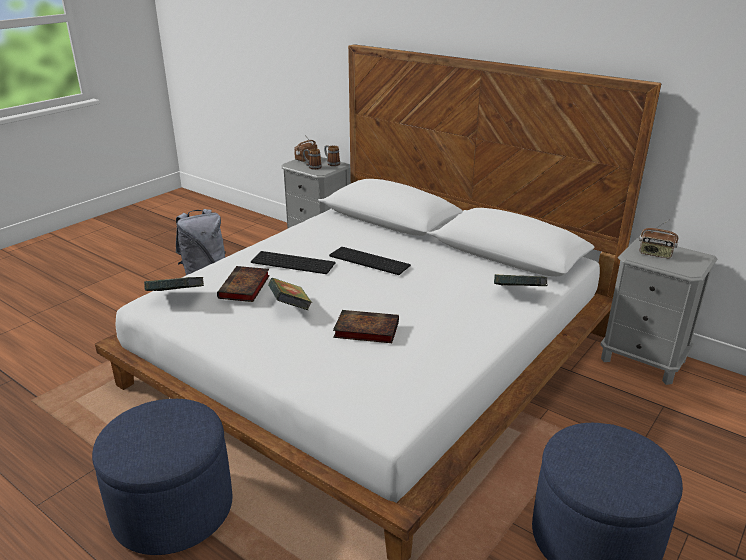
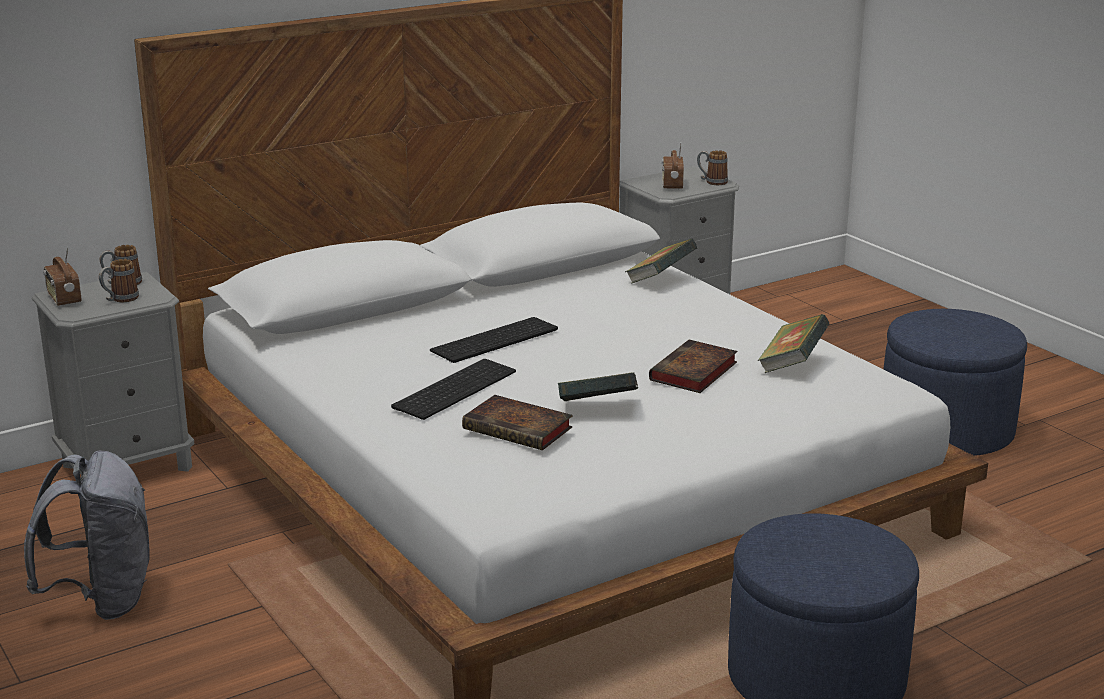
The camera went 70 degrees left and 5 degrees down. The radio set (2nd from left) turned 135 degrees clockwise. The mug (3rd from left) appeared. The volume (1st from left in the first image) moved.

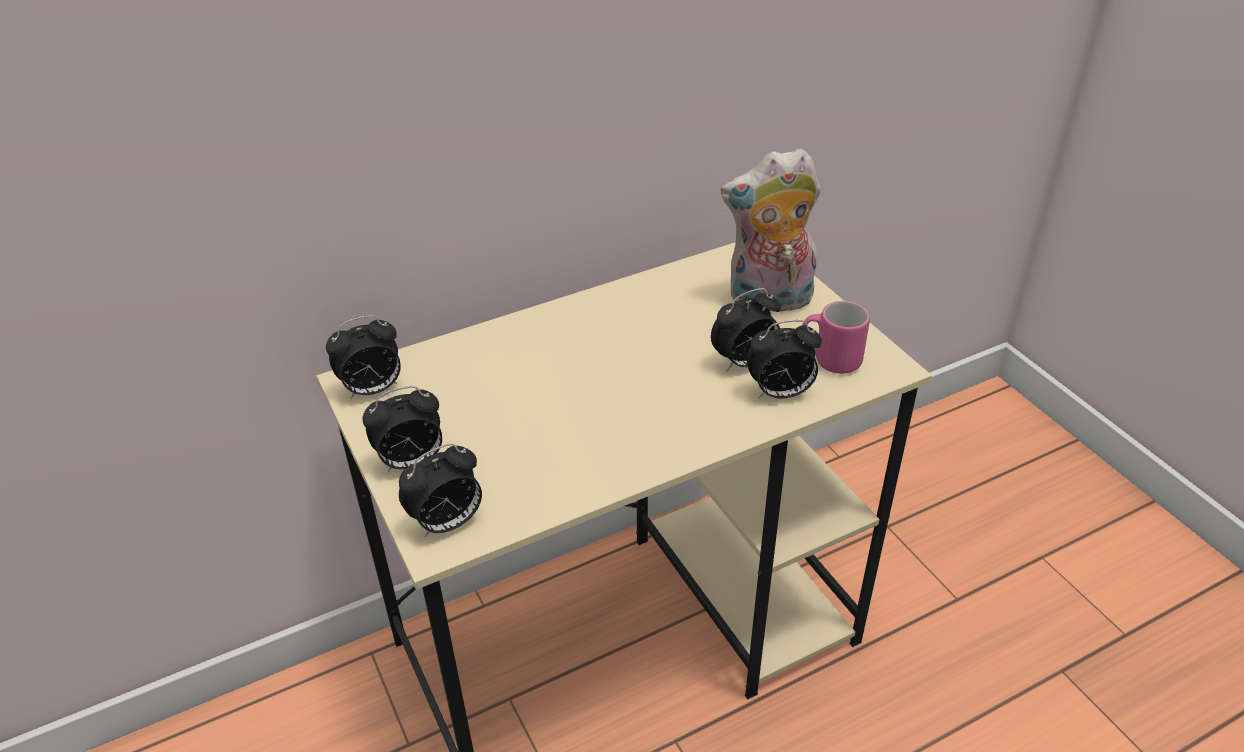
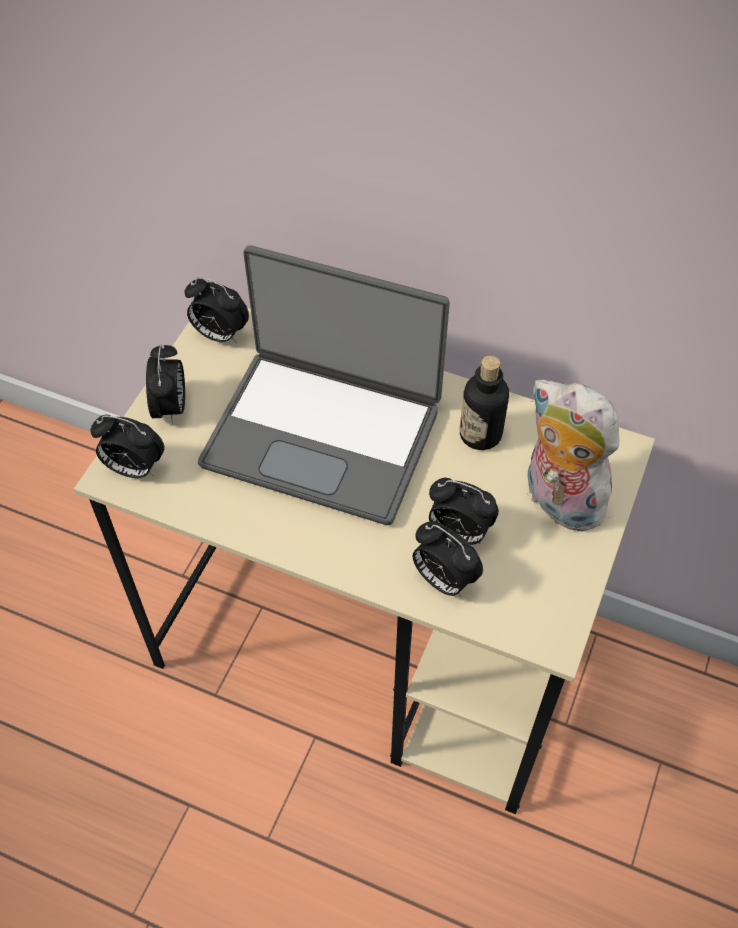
The camera went 50 degrees right and 15 degrees up. The alarm clock (2nd from left) turned 120 degrees counterclockwise. The portable computer appeared. The beverage bottle appeared. The pinkish mug disappeared.

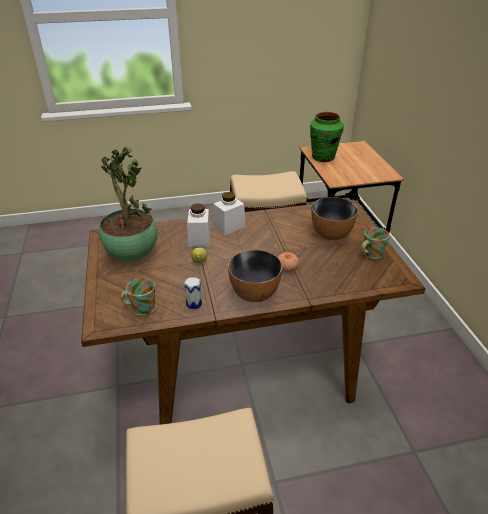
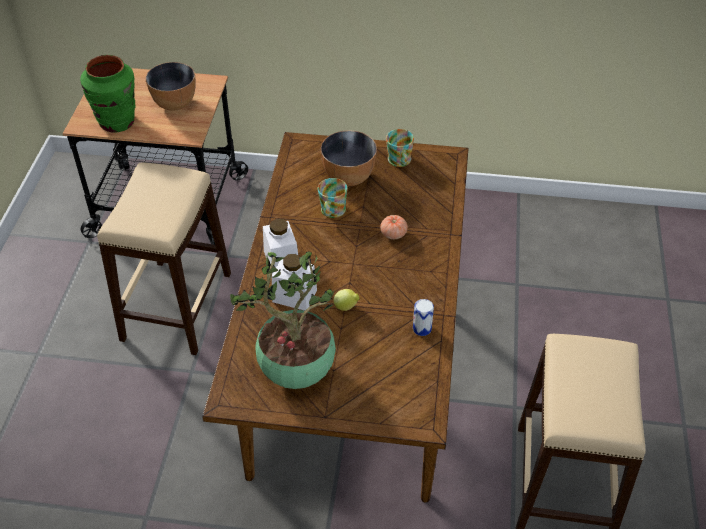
The camera went 70 degrees left and 10 degrees up. The deep dish (1st from left) moved. The mug (1st from left) moved.

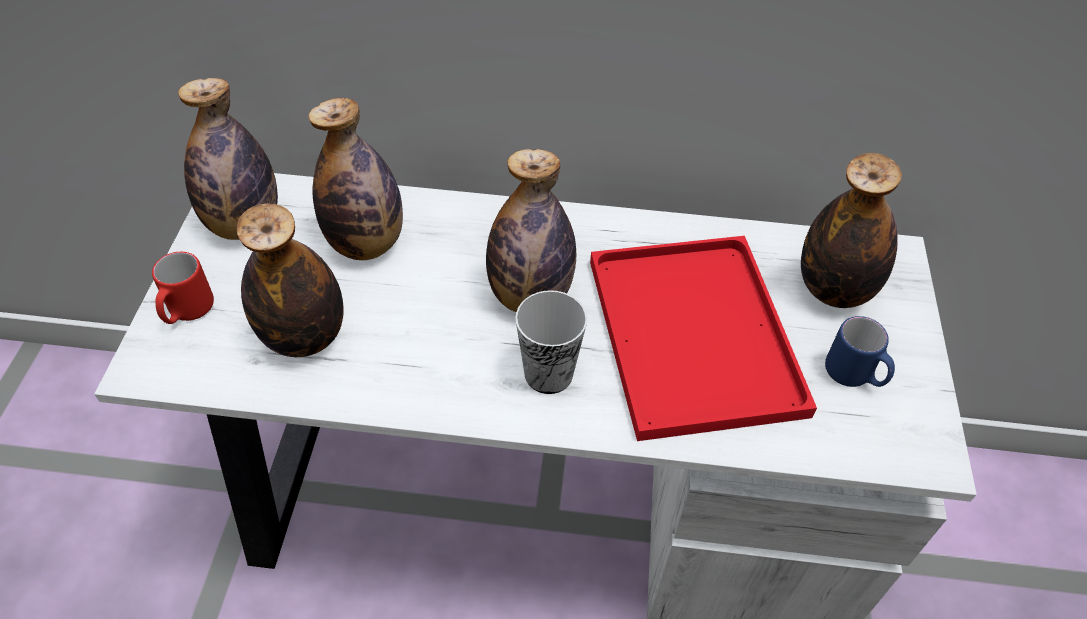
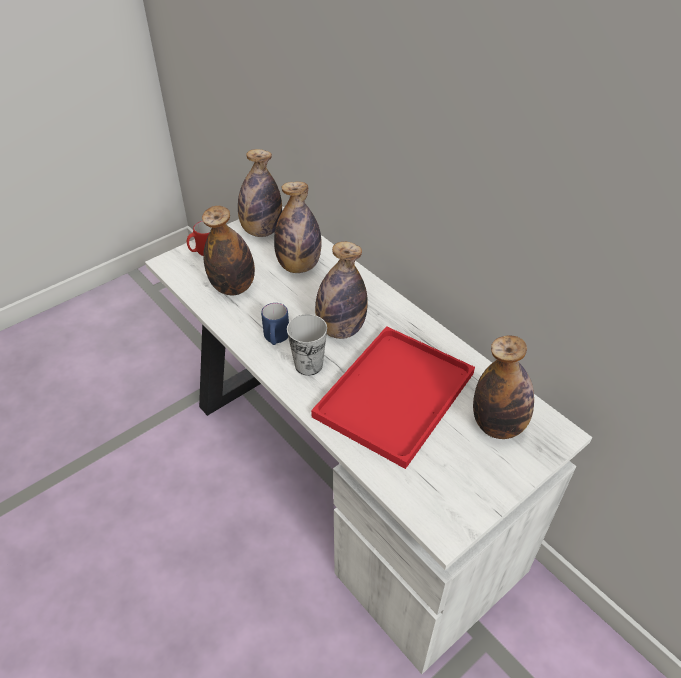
The camera went 45 degrees right and 5 degrees down. The bluish mug moved.

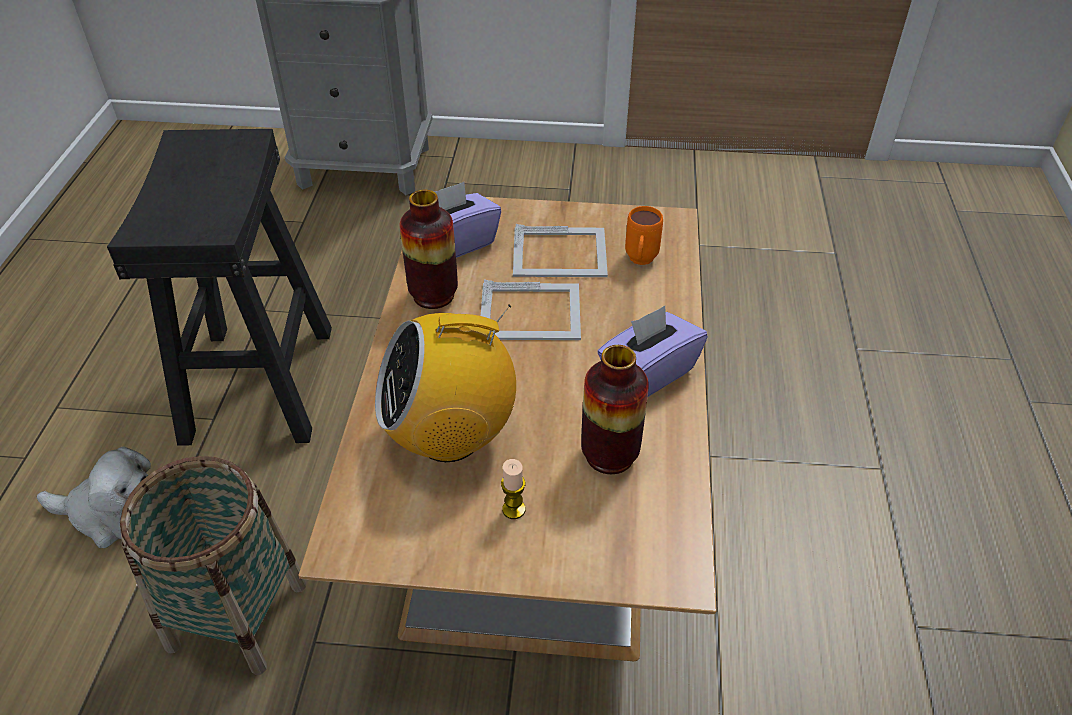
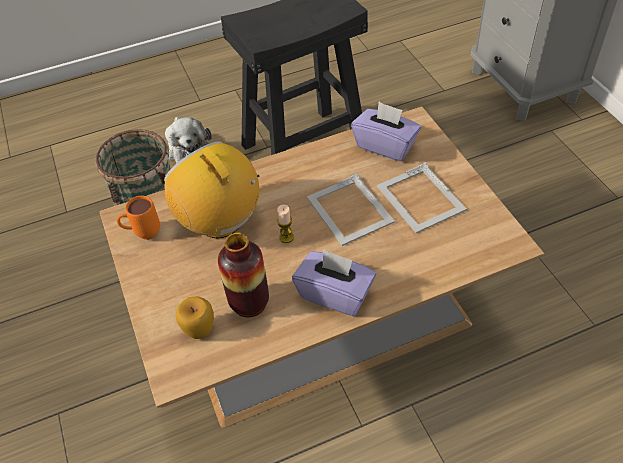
The camera went 65 degrees right and 5 degrees up. The orangey mug moved. The whole apple appeared. The candle moved. The vase (1st from left) disappeared.

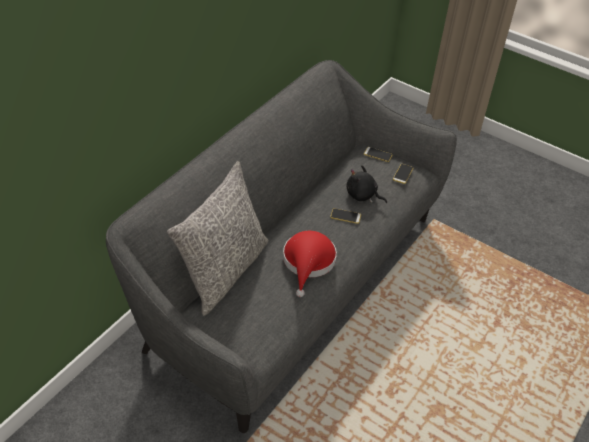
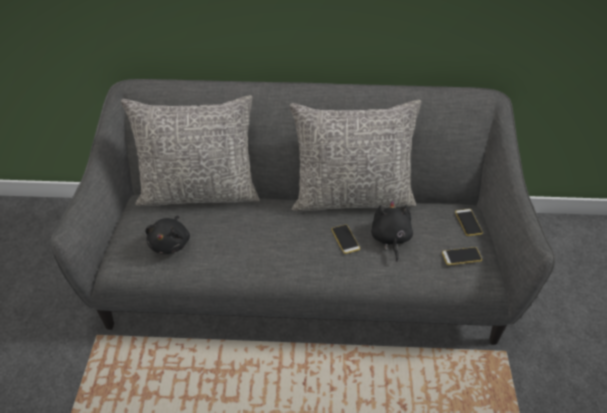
The camera went 60 degrees right and 0 degrees up. The black plush toy (1st from left) appeared. The greyish pillow (2nd from left) appeared. The red-coloured hat disappeared.

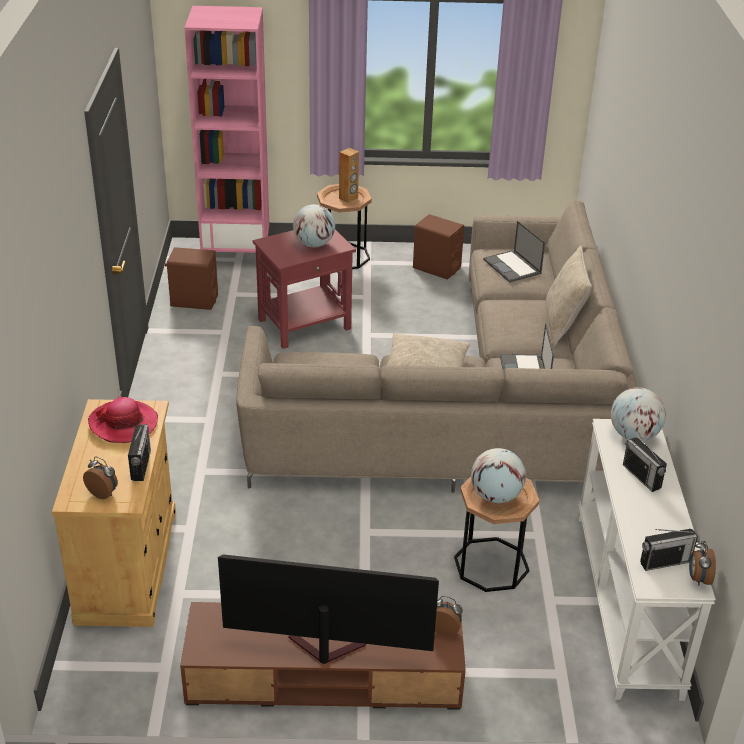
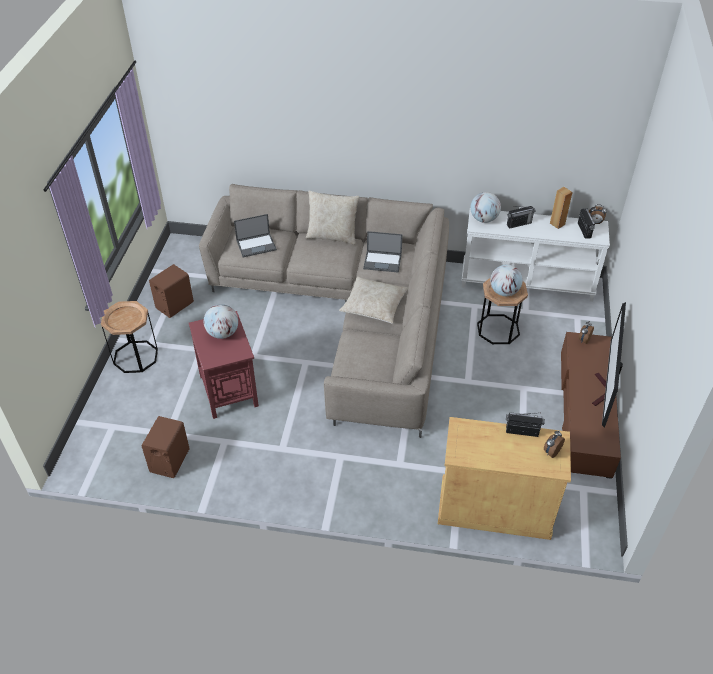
The camera went 80 degrees left and 10 degrees up. The brown speaker (2nd from left in the first image) moved. The hat disappeared. The pinkish bookcase disappeared.

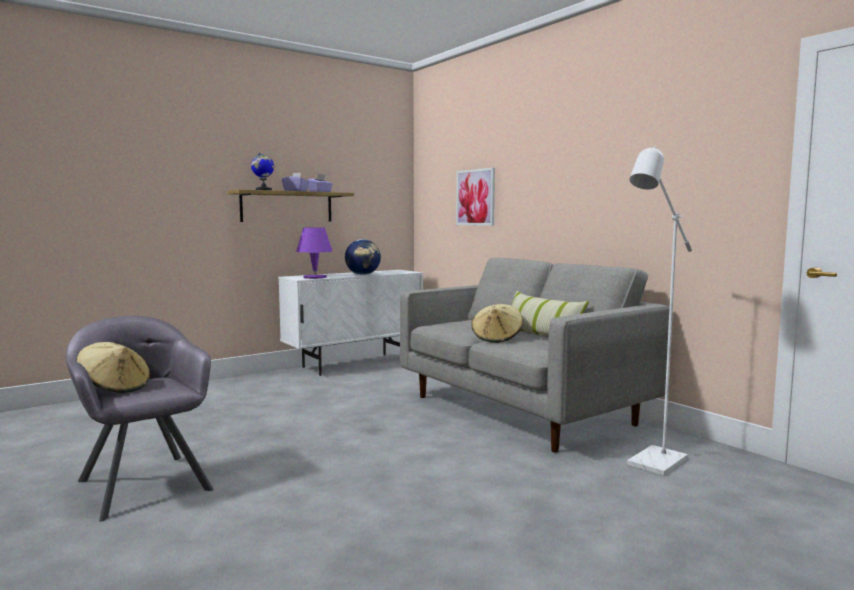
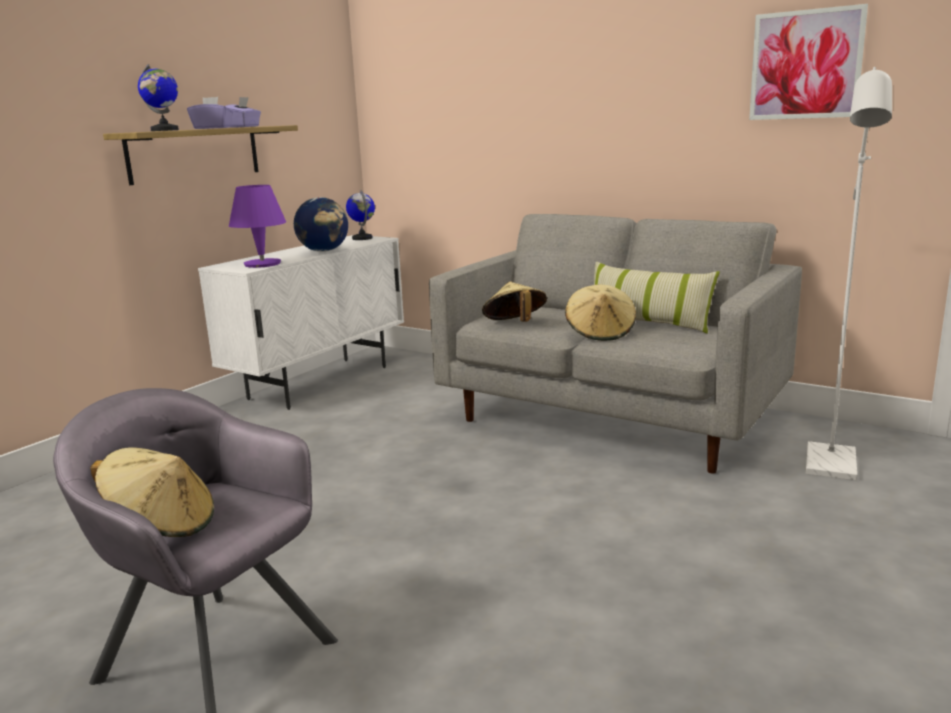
The camera went 20 degrees left and 10 degrees up. The desk globe (3rd from left) appeared. The beige hat (2nd from left) appeared. The wall picture moved.

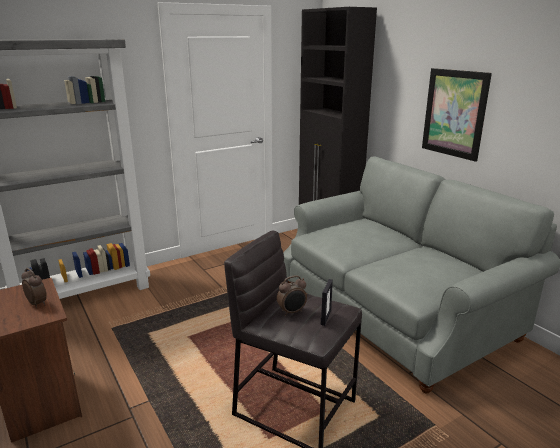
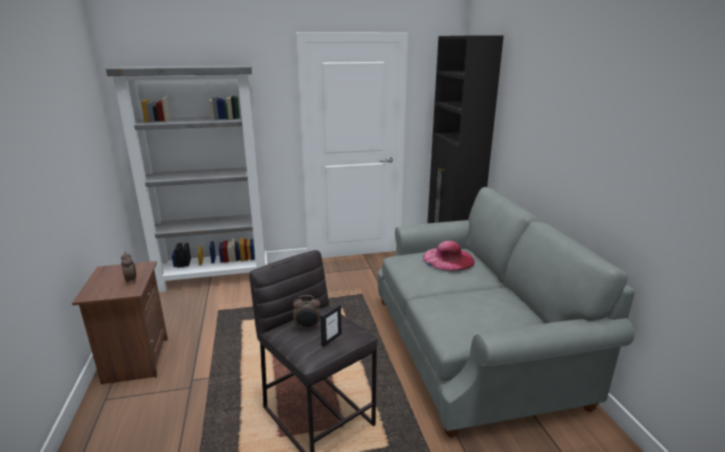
The camera went 20 degrees right and 0 degrees up. The pinkish hat appeared. The wall picture disappeared.

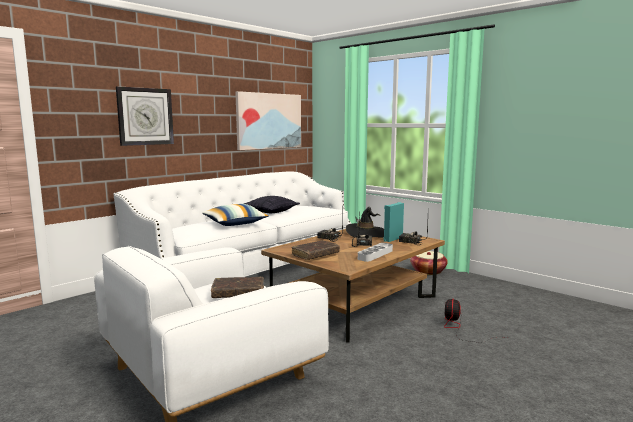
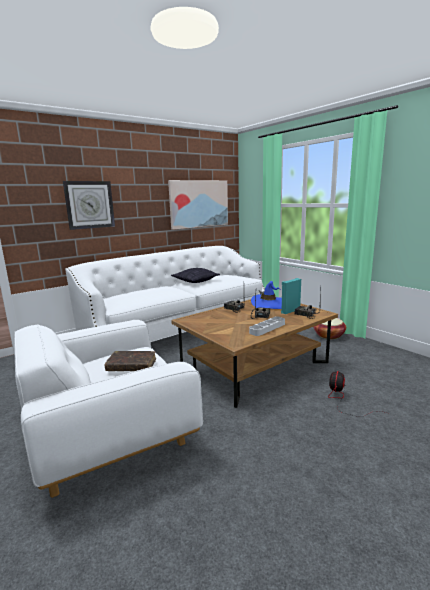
The camera went 10 degrees right and 5 degrees up. The black hat became the bluish hat. The pillow (1st from left) disappeared. The brown volume (2nd from left) disappeared.

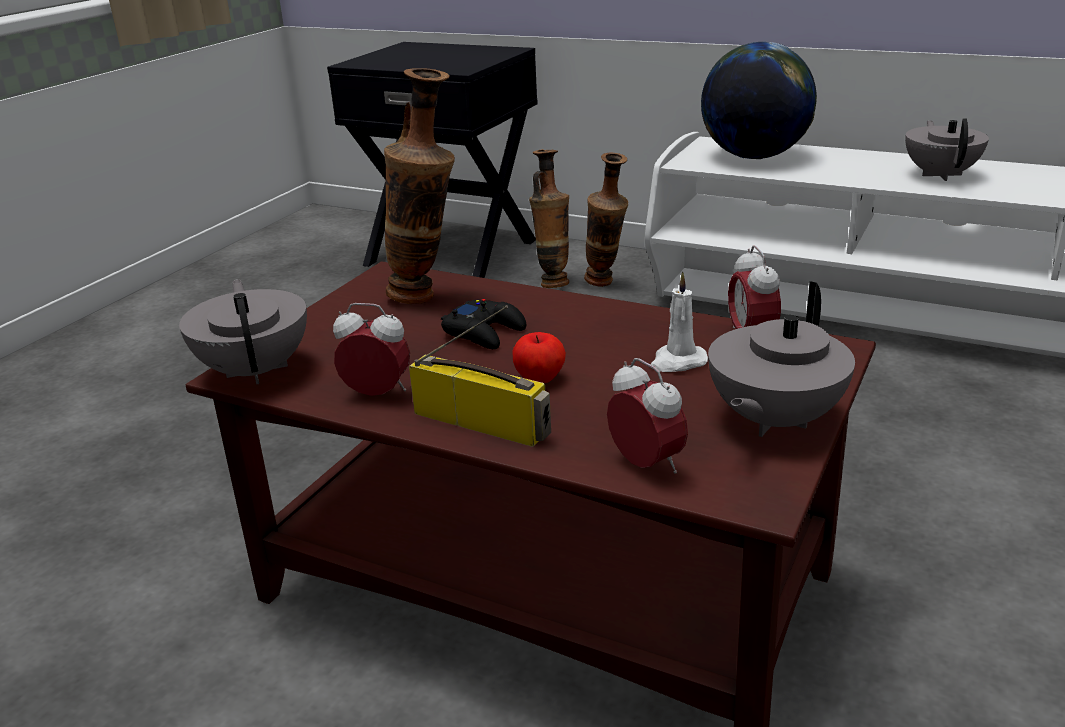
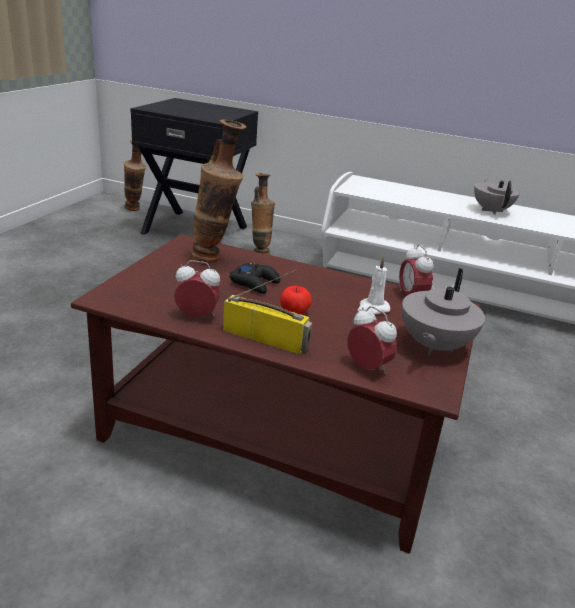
The camera went 10 degrees left and 0 degrees up. The vase (3rd from left in the first image) moved. The greyish tea pot (1st from left) disappeared. The desk globe disappeared.

